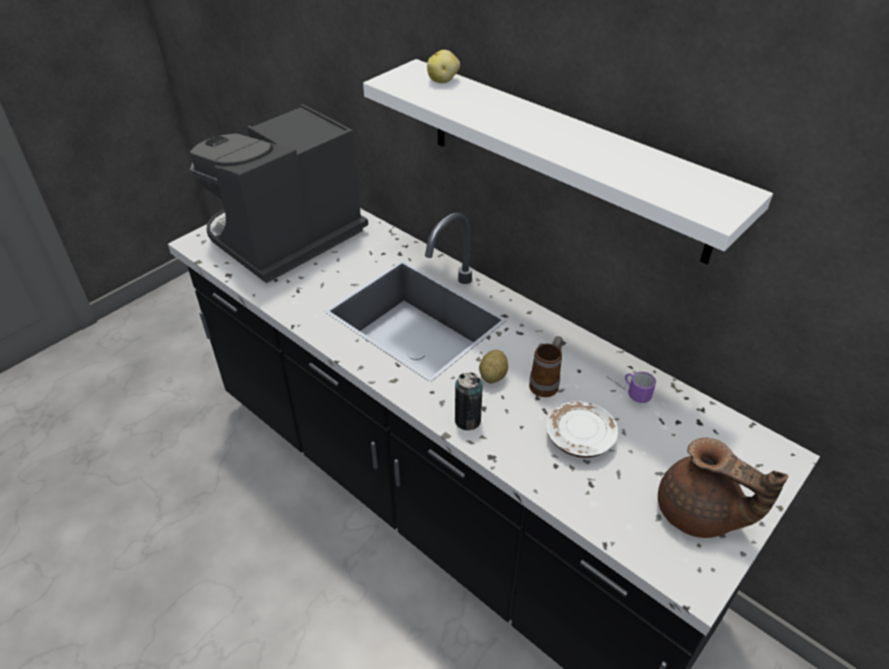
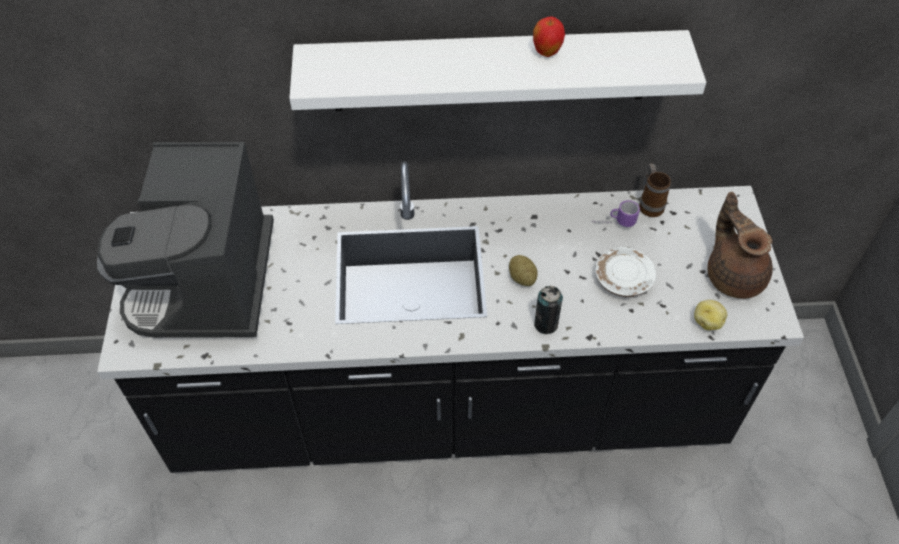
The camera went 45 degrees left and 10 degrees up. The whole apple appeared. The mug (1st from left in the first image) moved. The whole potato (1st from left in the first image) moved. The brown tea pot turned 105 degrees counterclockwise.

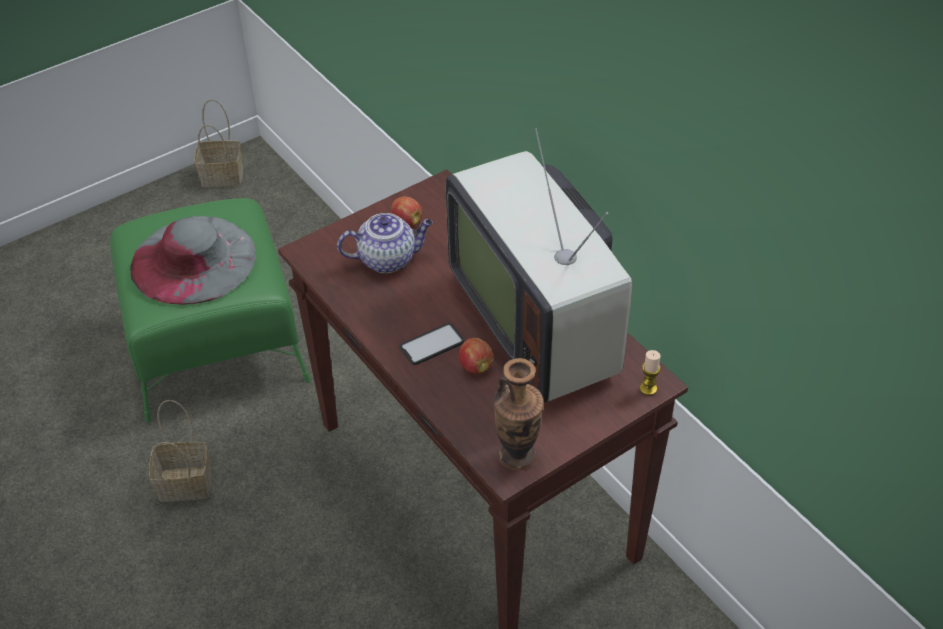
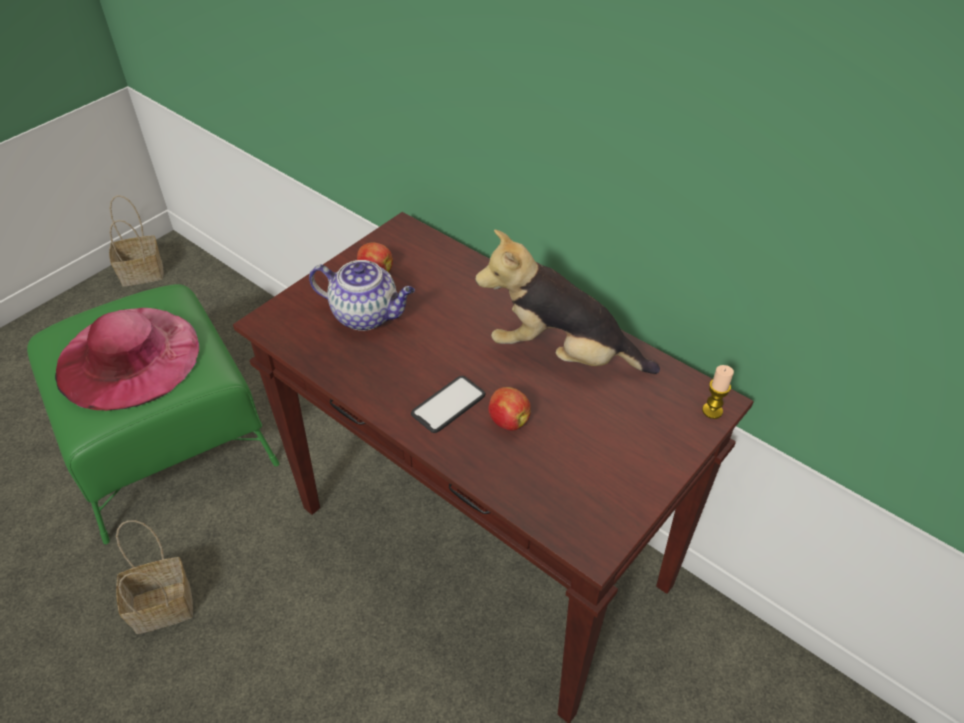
The camera went 15 degrees left and 0 degrees up. The greyish hat became the pinkish hat. The tea pot turned 45 degrees clockwise. The TV was replaced by the plush toy. The vase disappeared.

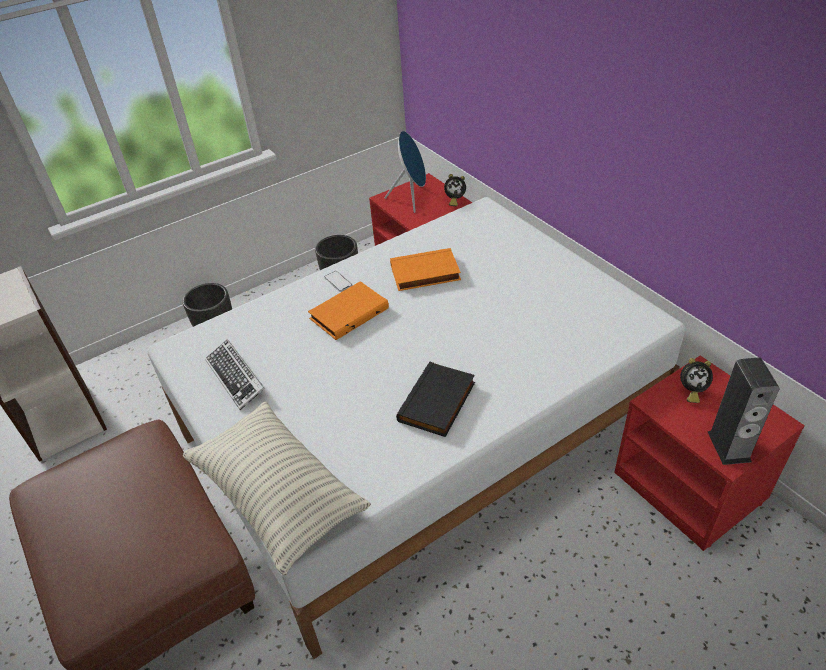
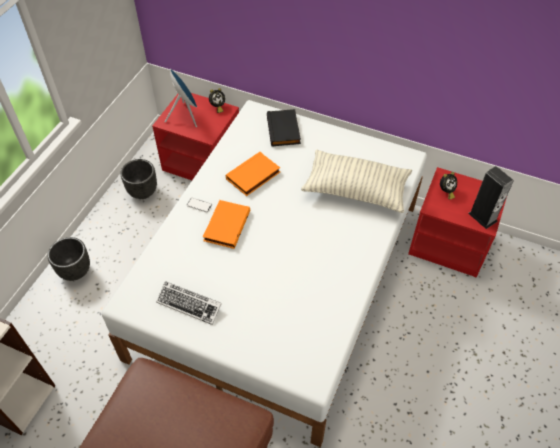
The camera went 35 degrees left and 10 degrees up. The black volume moved. The pillow moved.

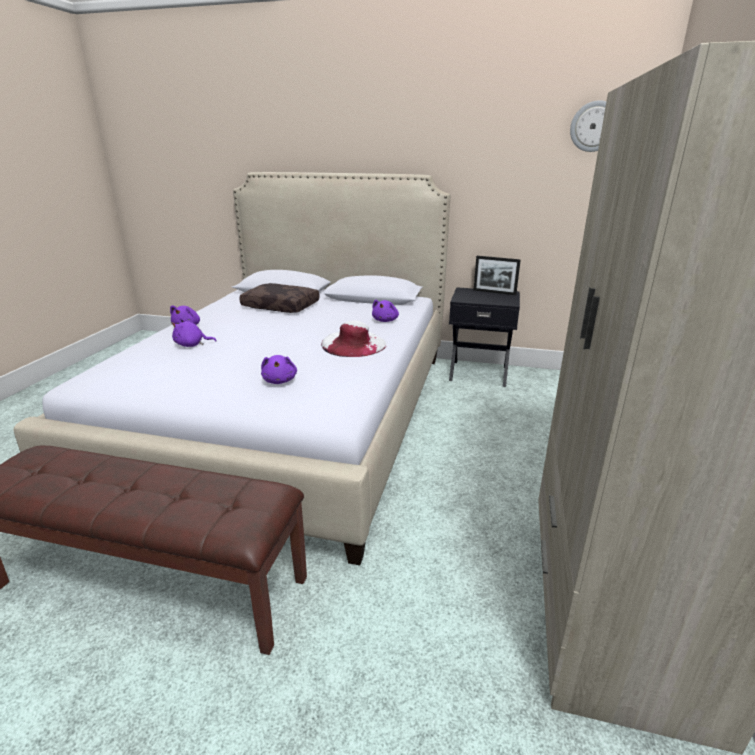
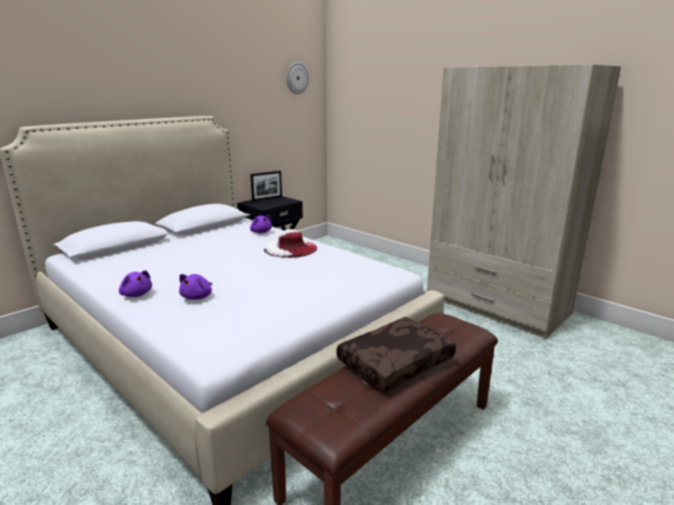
The camera went 60 degrees left and 5 degrees down. The brown pillow moved. The purple plush toy (3rd from left) disappeared.

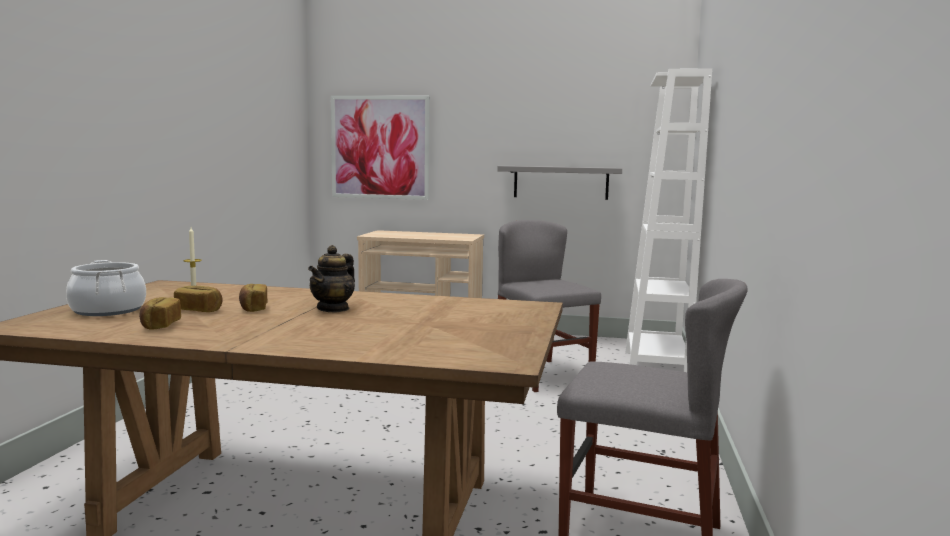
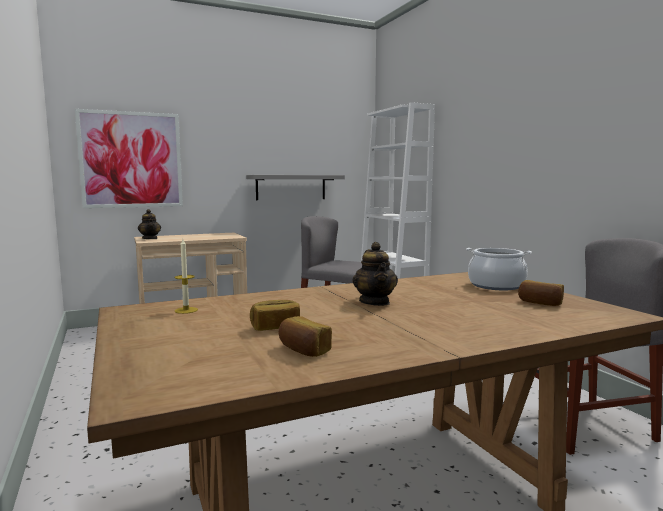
The camera went 35 degrees left and 0 degrees up. The tea pot (1st from left) appeared. The stockpot moved. The bread (3rd from left) moved.

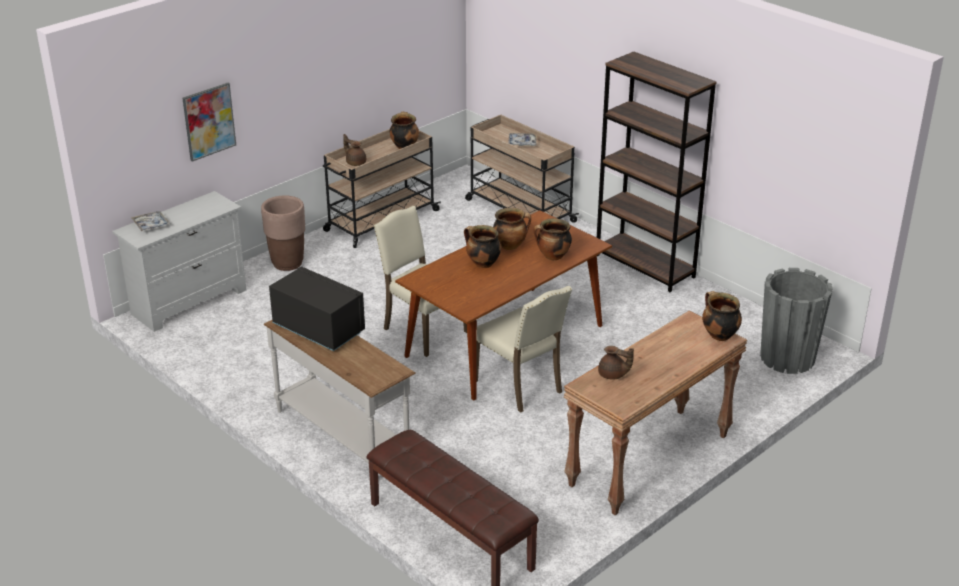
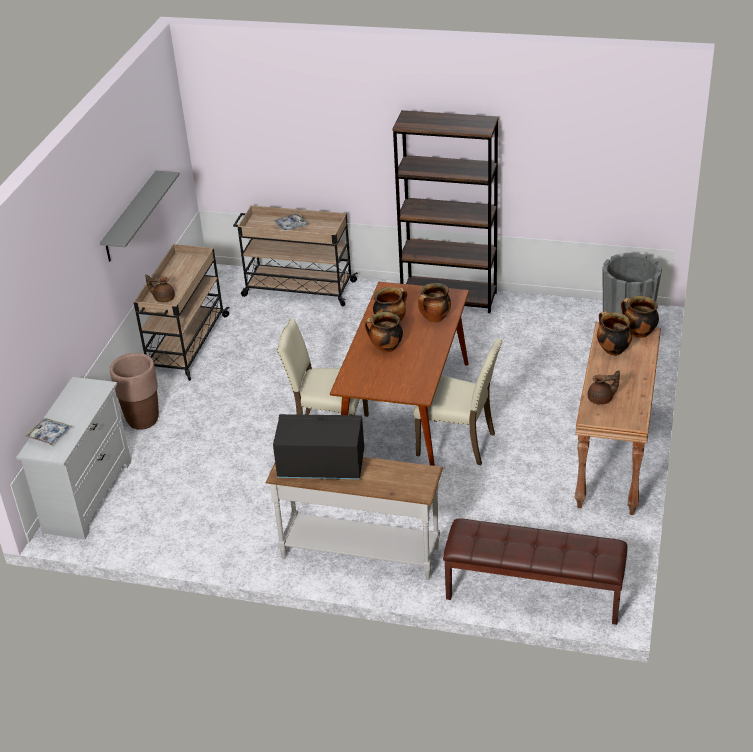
The camera went 30 degrees left and 5 degrees up. The greyish bracket shelf appeared. The stockpot (1st from left in the first image) moved. The wall picture disappeared.

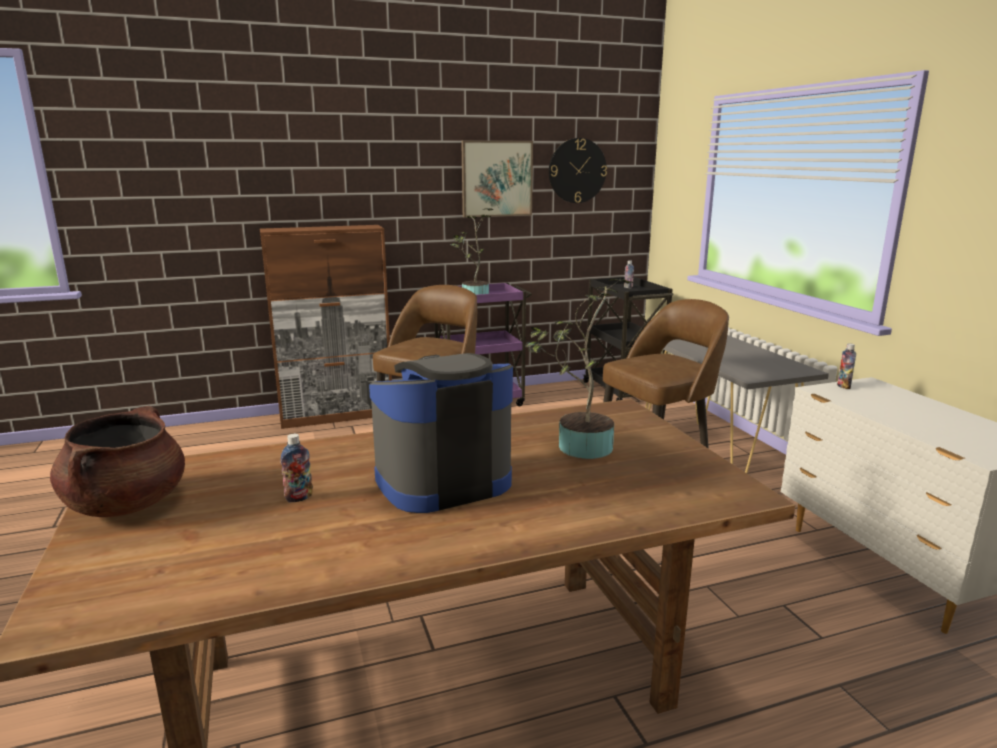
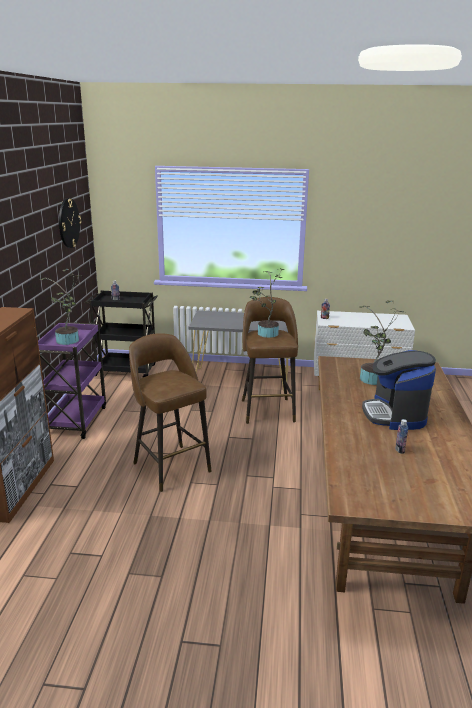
The camera went 65 degrees left and 5 degrees up. The plant in a pot (2nd from left) appeared. The brown stockpot disappeared. The wall picture disappeared.

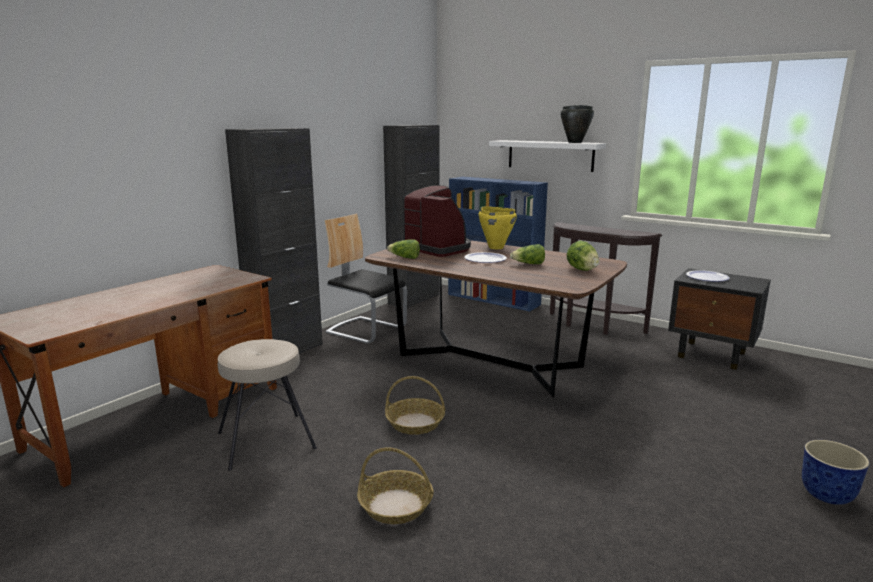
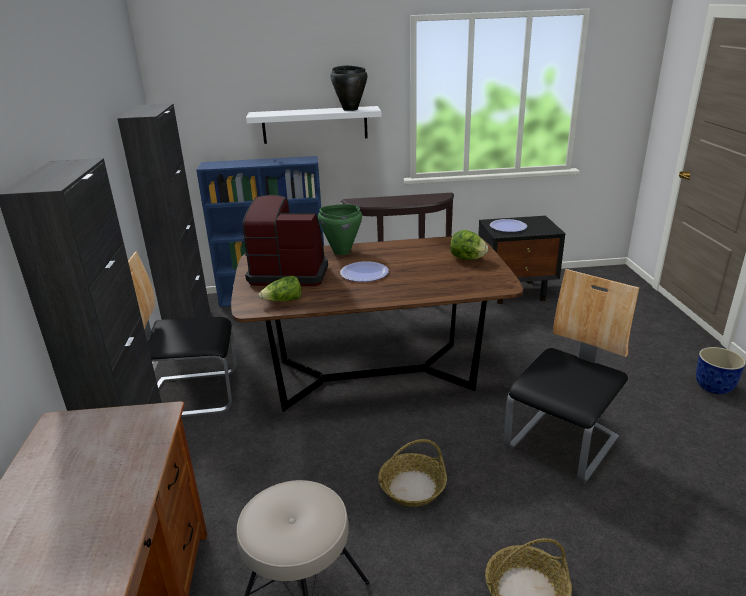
The camera went 40 degrees left and 10 degrees up. The yellow-coloured stockpot became the greenish stockpot. The upright chair (2nd from left) appeared. The lettuce (2nd from left) disappeared.

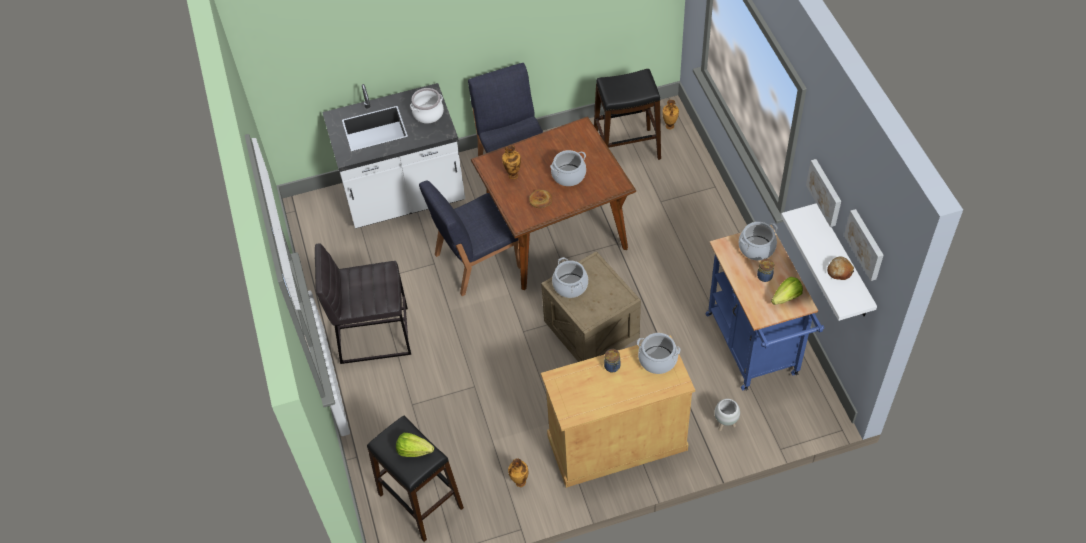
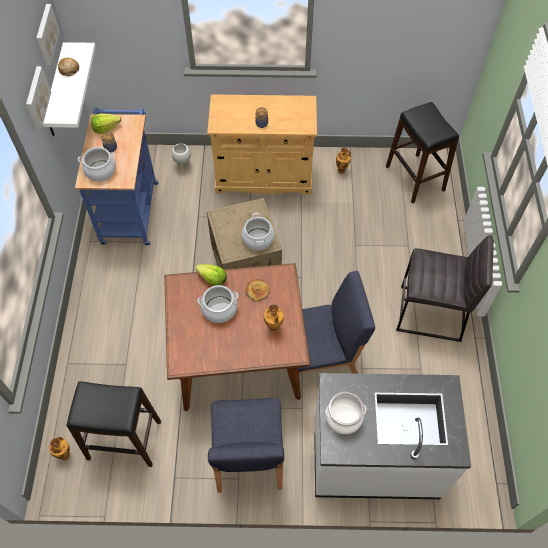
The camera went 165 degrees left and 5 degrees up. The lettuce (1st from left in the first image) moved. The stockpot (4th from left) disappeared.

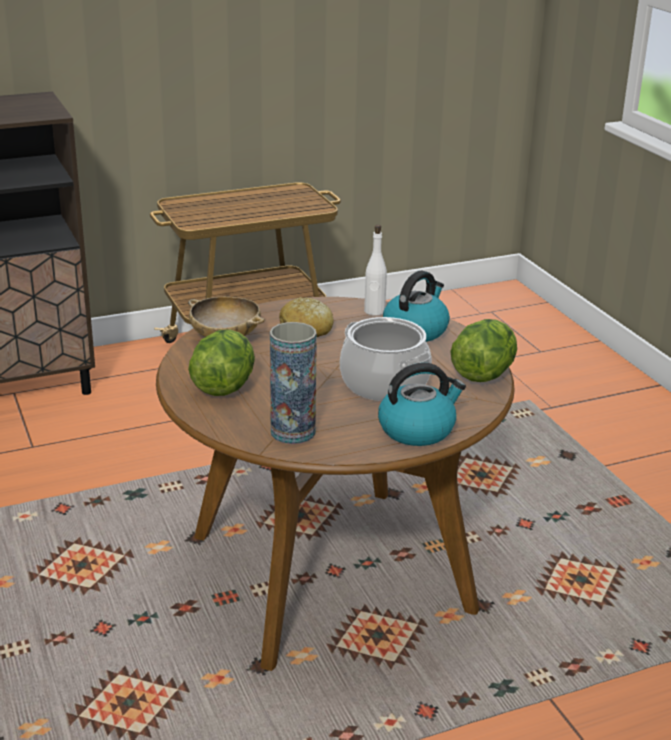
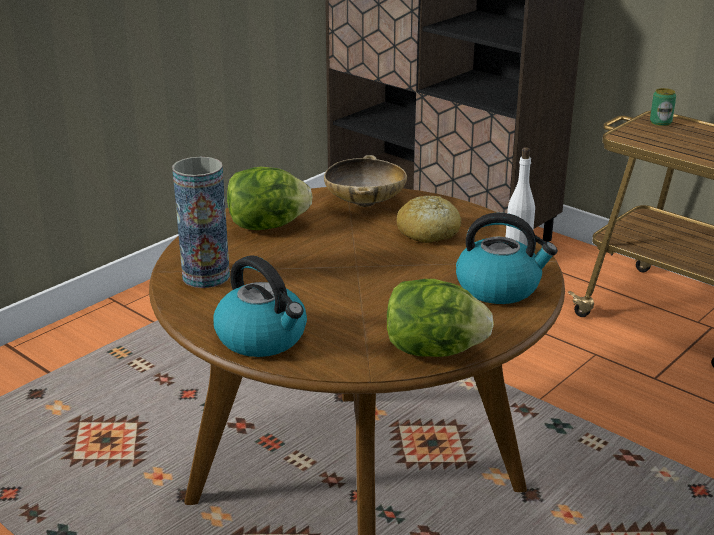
The camera went 65 degrees right and 0 degrees up. The sealed can appeared. The stockpot disappeared.

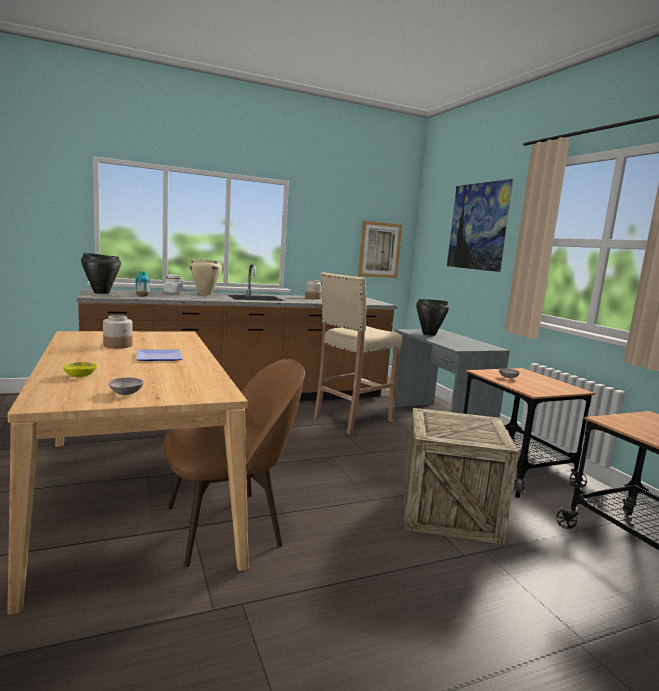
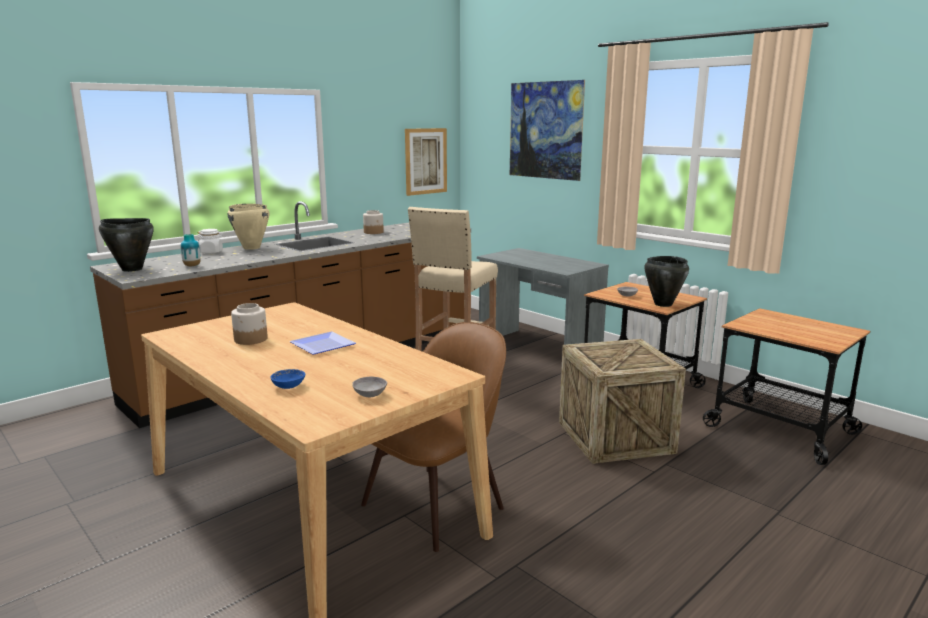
The camera went 20 degrees left and 5 degrees up. The yellow-coloured deep dish became the bluish deep dish. The black stockpot (2nd from left) moved.

